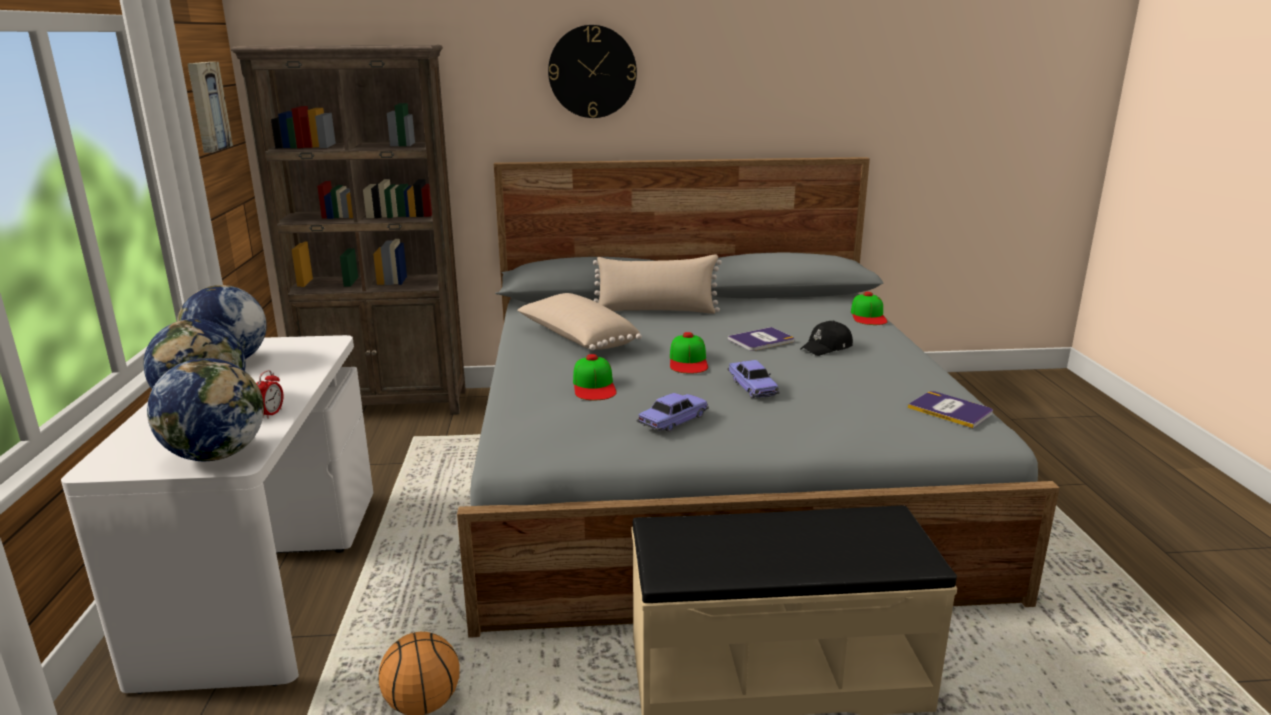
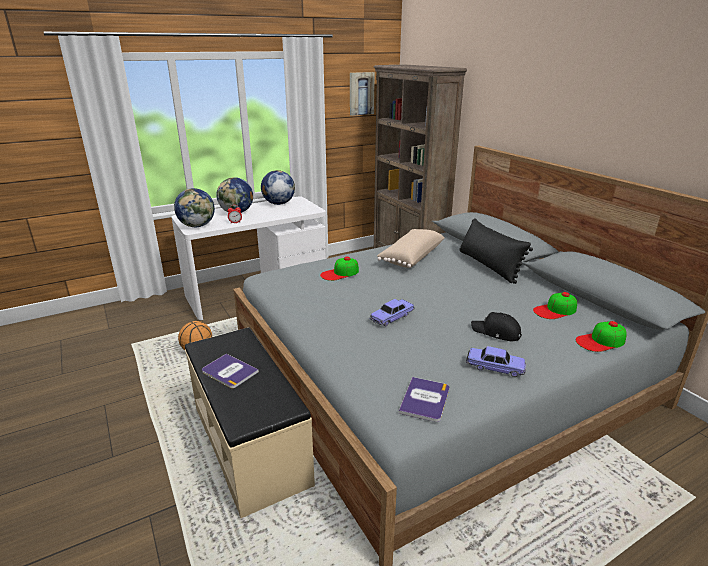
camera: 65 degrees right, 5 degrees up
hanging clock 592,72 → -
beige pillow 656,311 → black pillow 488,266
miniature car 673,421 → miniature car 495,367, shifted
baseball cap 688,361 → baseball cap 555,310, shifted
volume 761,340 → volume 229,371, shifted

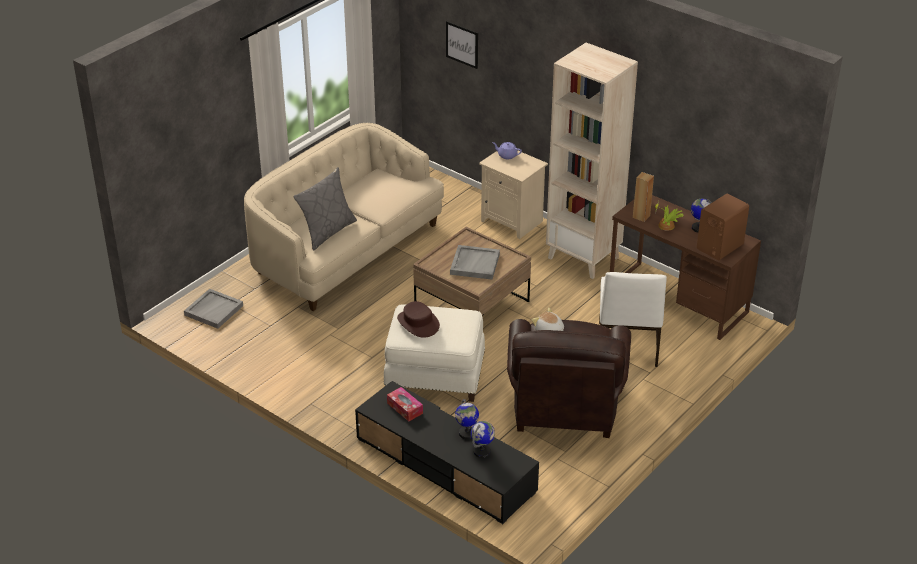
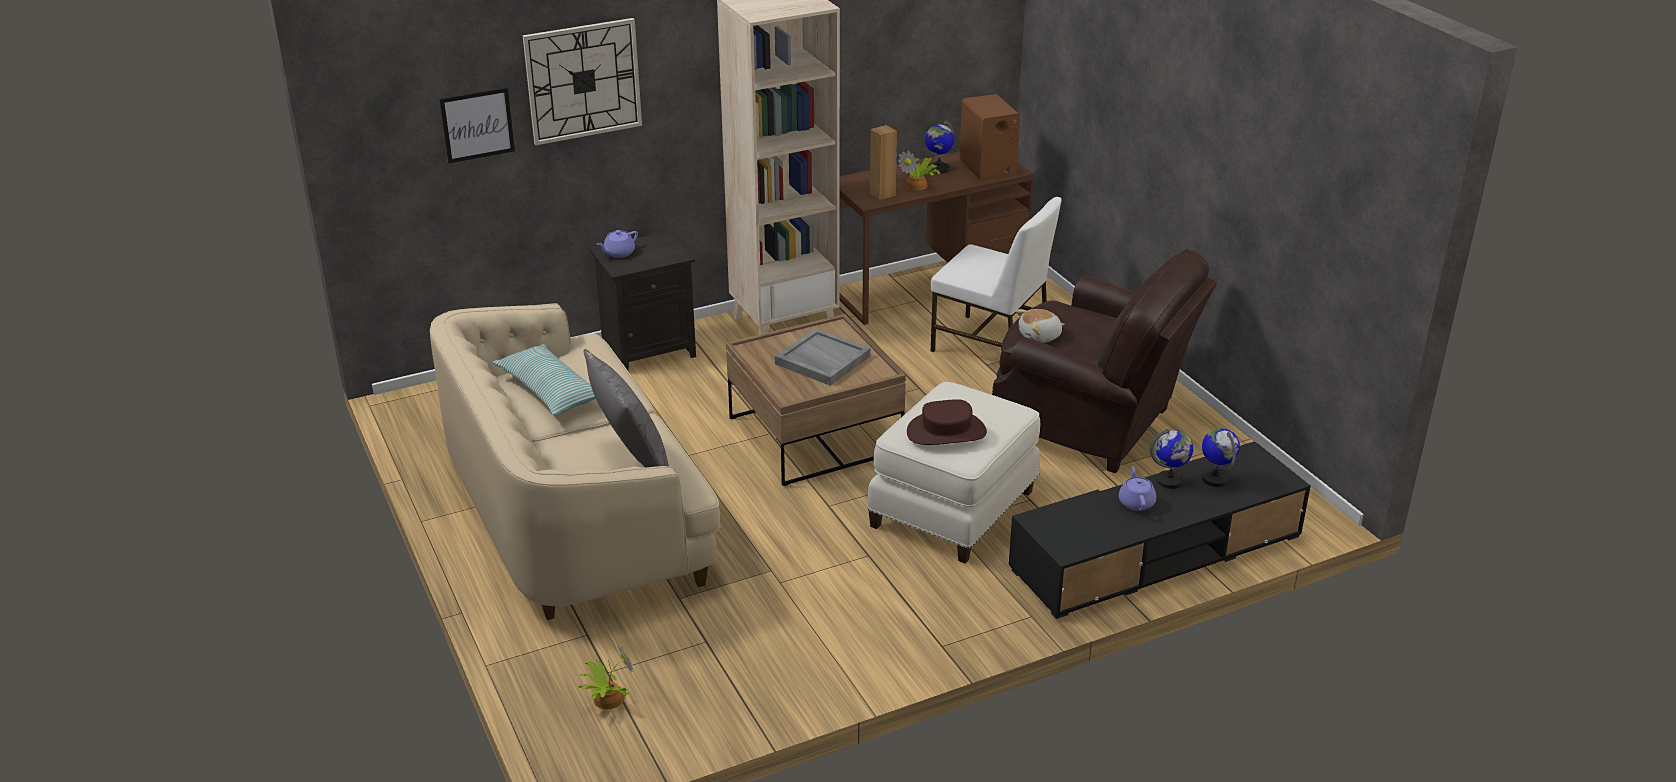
camera: 65 degrees left, 5 degrees down
greyish carrying tray 213,310 → plant in a pot 606,698
tissue box 405,408 → -
beige nightstand 513,221 → black nightstand 649,350
- → pillow 549,391
- → hanging clock 583,81
- → purple-coloured teapot 1136,502

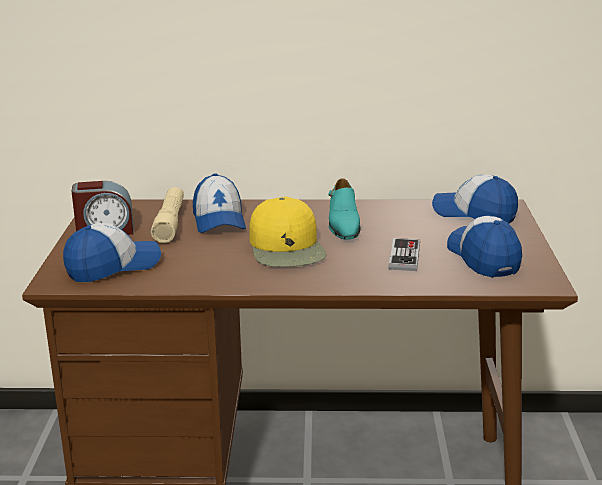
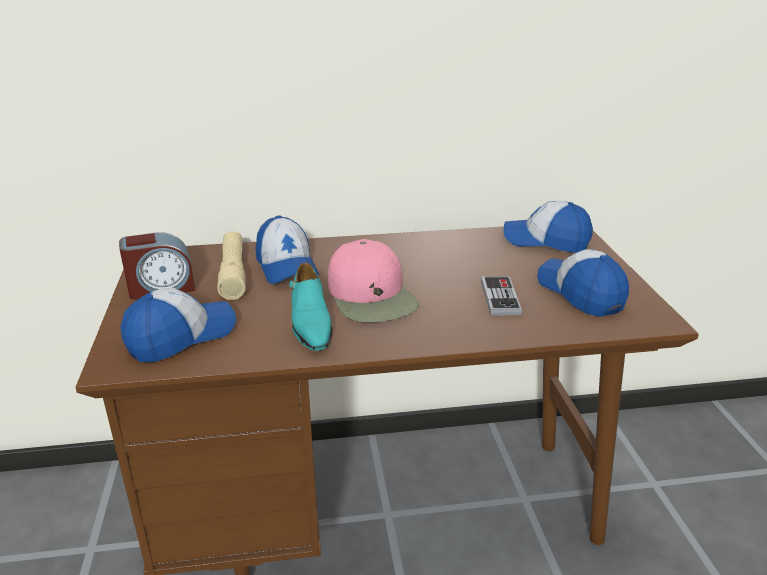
camera: 10 degrees left, 5 degrees up
yellow-coloured baseball cap 287,248 → pink-coloured baseball cap 372,296
turquoise item of footwear 343,225 → turquoise item of footwear 310,324, shifted

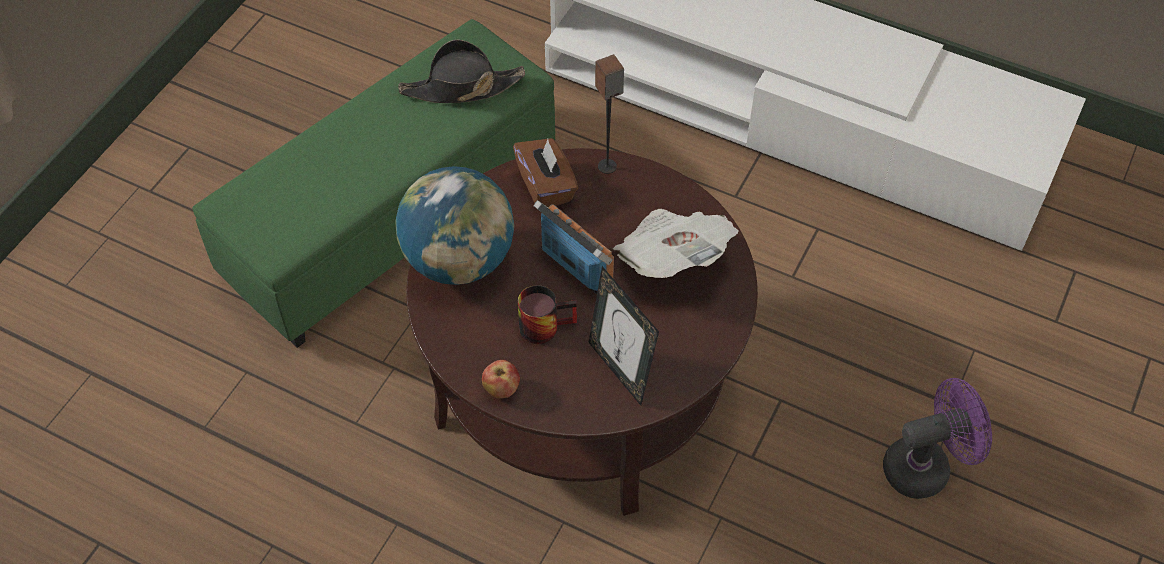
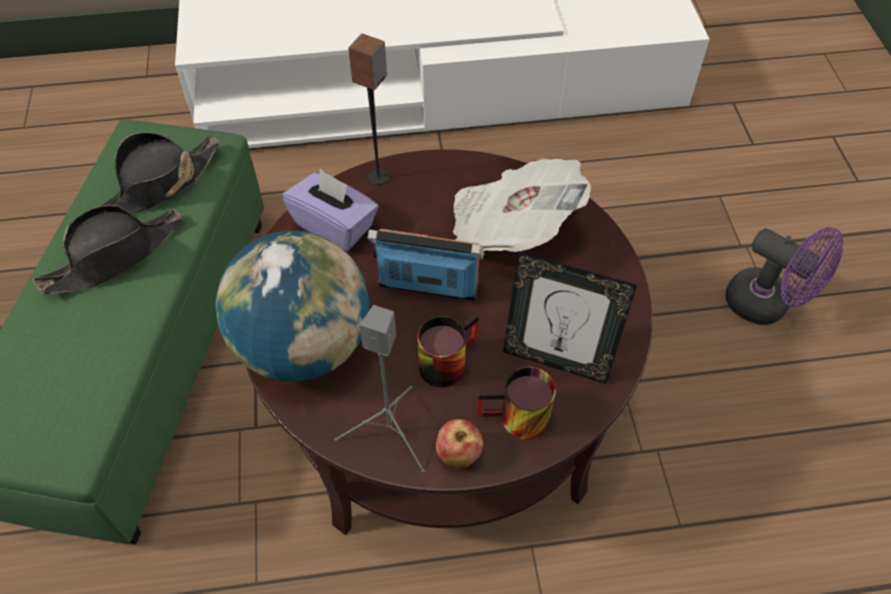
camera: 35 degrees left, 0 degrees up
brown tissue box 546,186 → purple-coloured tissue box 334,225
purple-coloured cooling fan 926,466 → purple-coloured cooling fan 766,305, 90 degrees clockwise
- → black clothing hat 115,256
- → greyish loudspeaker 391,432
- → mug 516,421

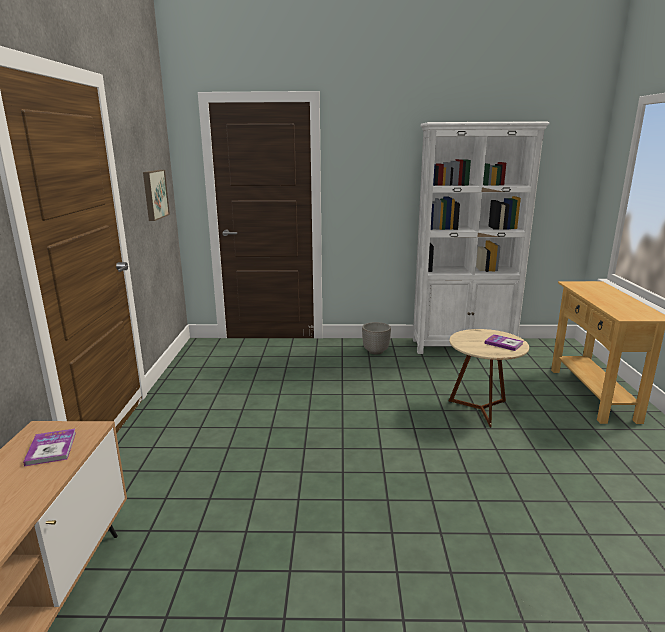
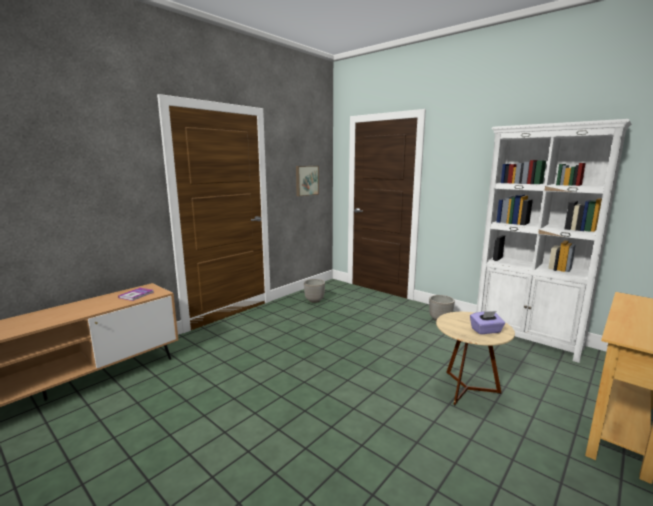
camera: 40 degrees right, 5 degrees down
volume 503,343 → purple-coloured tissue box 486,331
- → planter 314,300

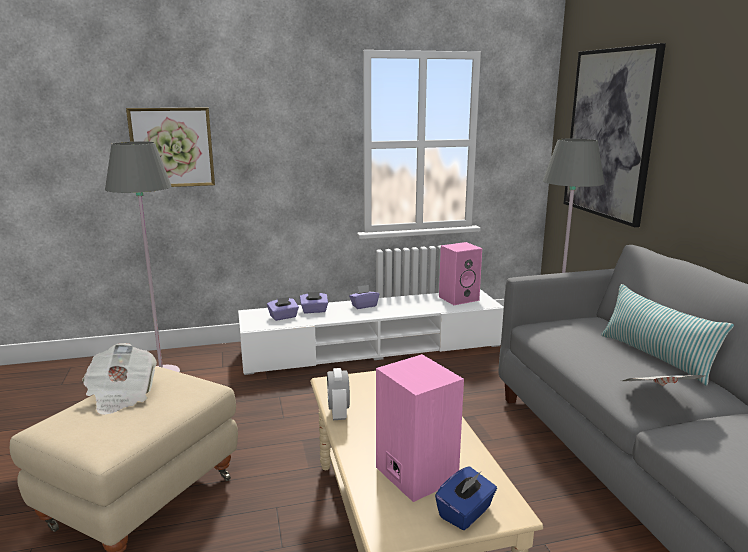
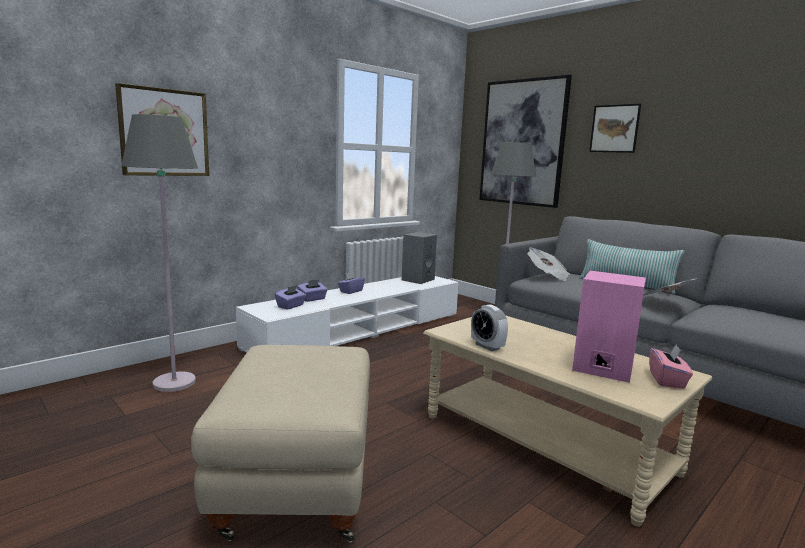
camera: 30 degrees left, 5 degrees down
printed paper 121,395 → printed paper 547,276, shifted
blue tissue box 465,513 → pink-coloured tissue box 667,380
pink-coloured loudspeaker 459,298 → greyish loudspeaker 418,279
- → wall picture 614,128

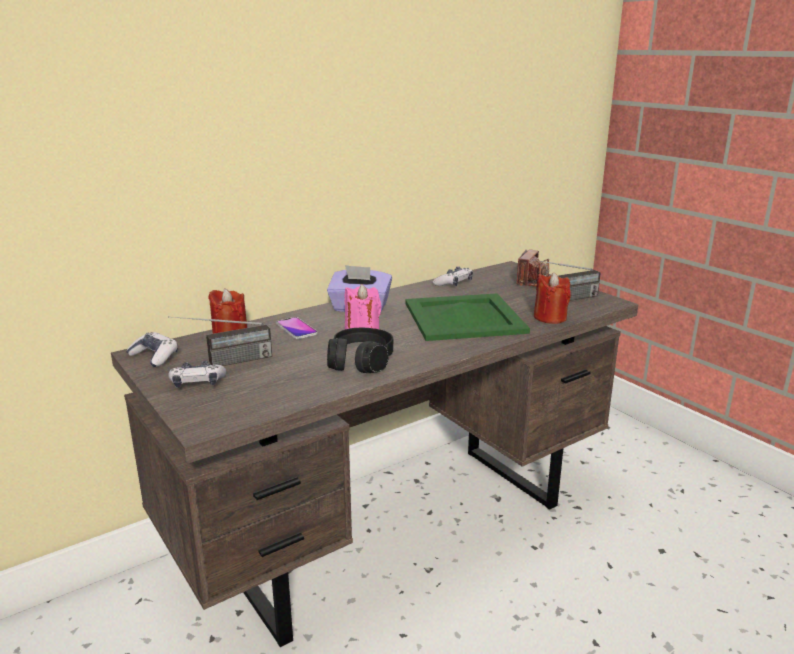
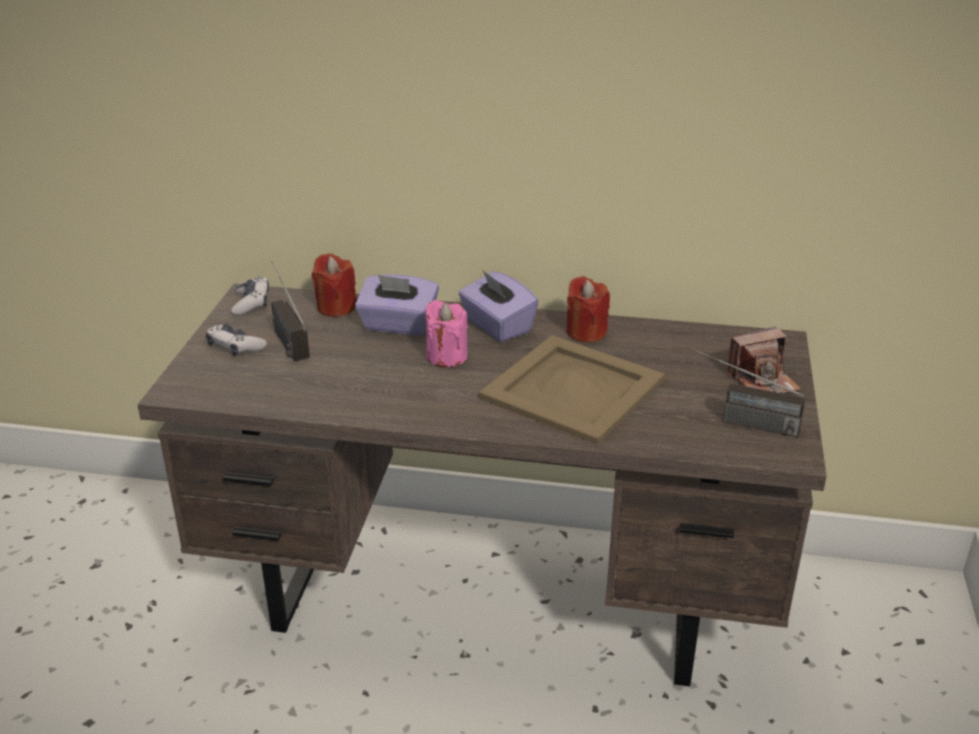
camera: 45 degrees right, 10 degrees up
radio set 225,363 → radio set 284,336, 45 degrees clockwise
handset 296,329 → purple-coloured tissue box 398,325
black pair of headphones 360,362 → -
greenish carrying tray 465,318 → beige carrying tray 573,390
joypad 453,283 → -
reddish candle 550,317 → reddish candle 586,332, shifted

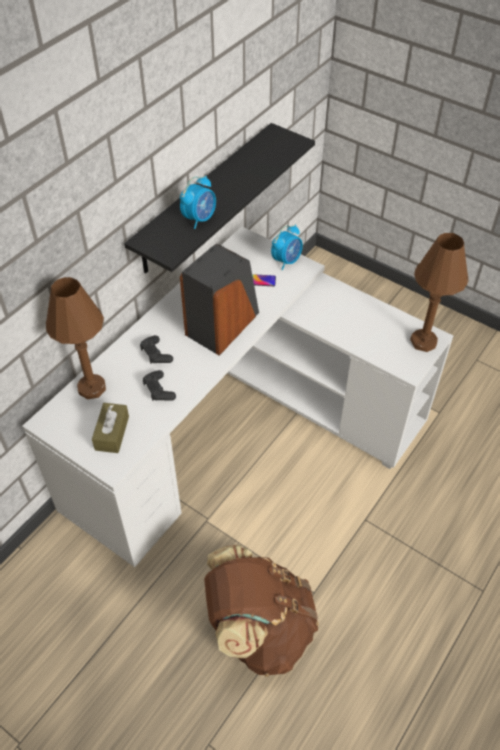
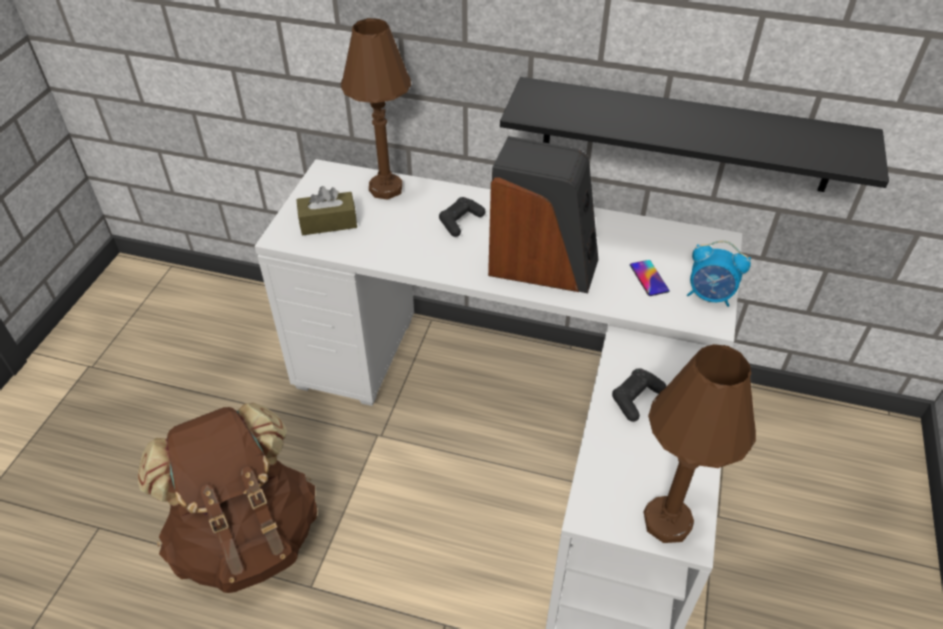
camera: 70 degrees right, 5 degrees down
black joypad 159,390 → black joypad 636,398, shifted
table clock 199,218 → -

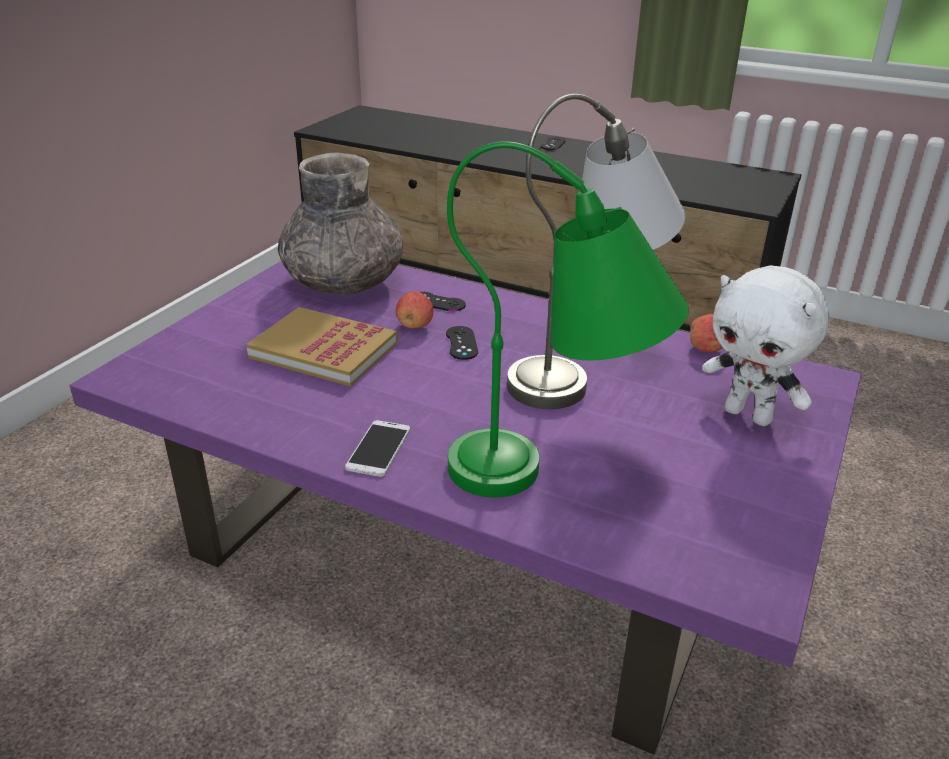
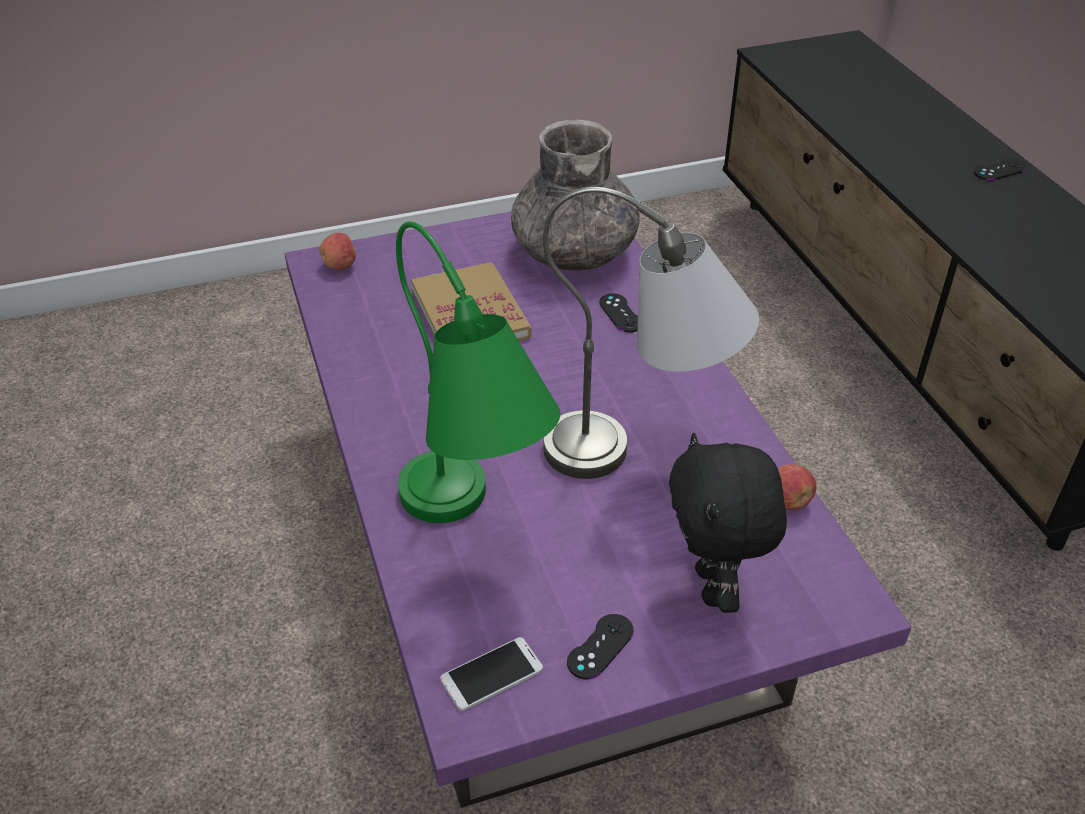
camera: 45 degrees right, 10 degrees up
handset 378,449 → handset 491,674, shifted
whole apple 415,325 → whole apple 340,265, shifted
black joypad 461,343 → black joypad 600,646, shifted
white-coloured plush toy 749,415 → black plush toy 714,587

